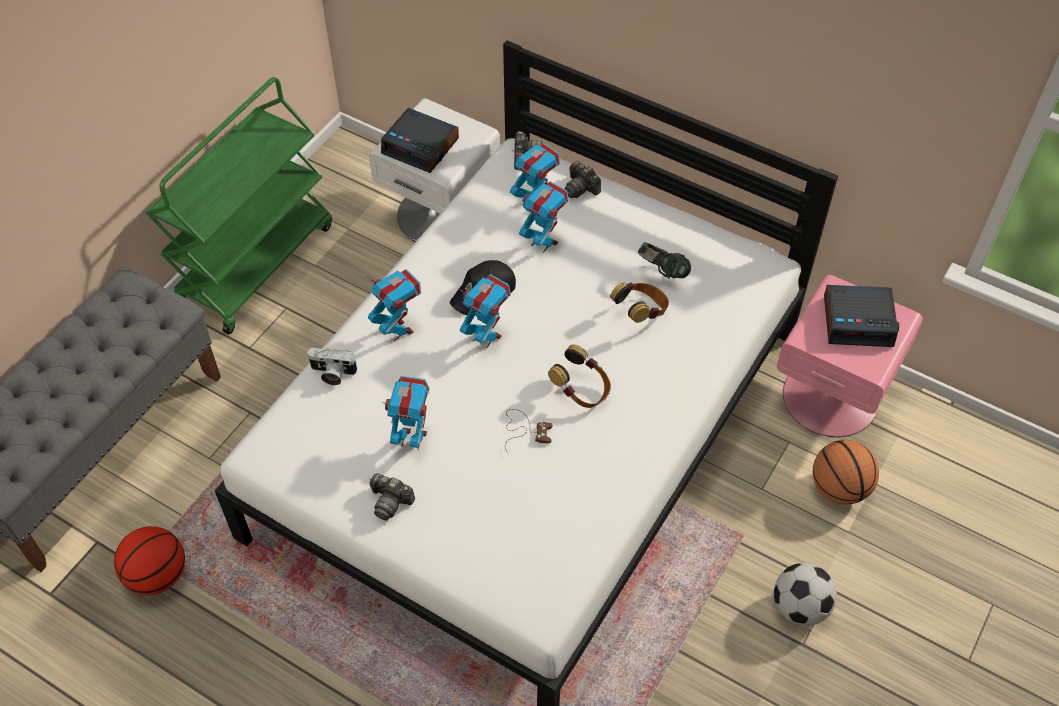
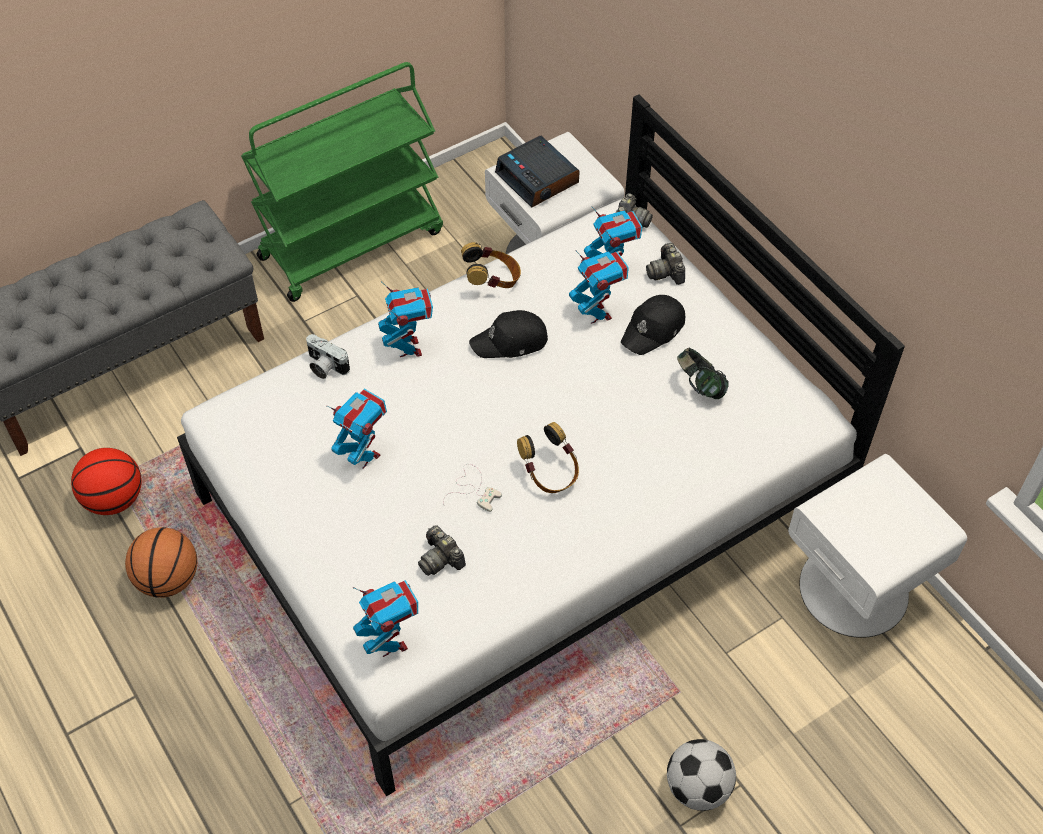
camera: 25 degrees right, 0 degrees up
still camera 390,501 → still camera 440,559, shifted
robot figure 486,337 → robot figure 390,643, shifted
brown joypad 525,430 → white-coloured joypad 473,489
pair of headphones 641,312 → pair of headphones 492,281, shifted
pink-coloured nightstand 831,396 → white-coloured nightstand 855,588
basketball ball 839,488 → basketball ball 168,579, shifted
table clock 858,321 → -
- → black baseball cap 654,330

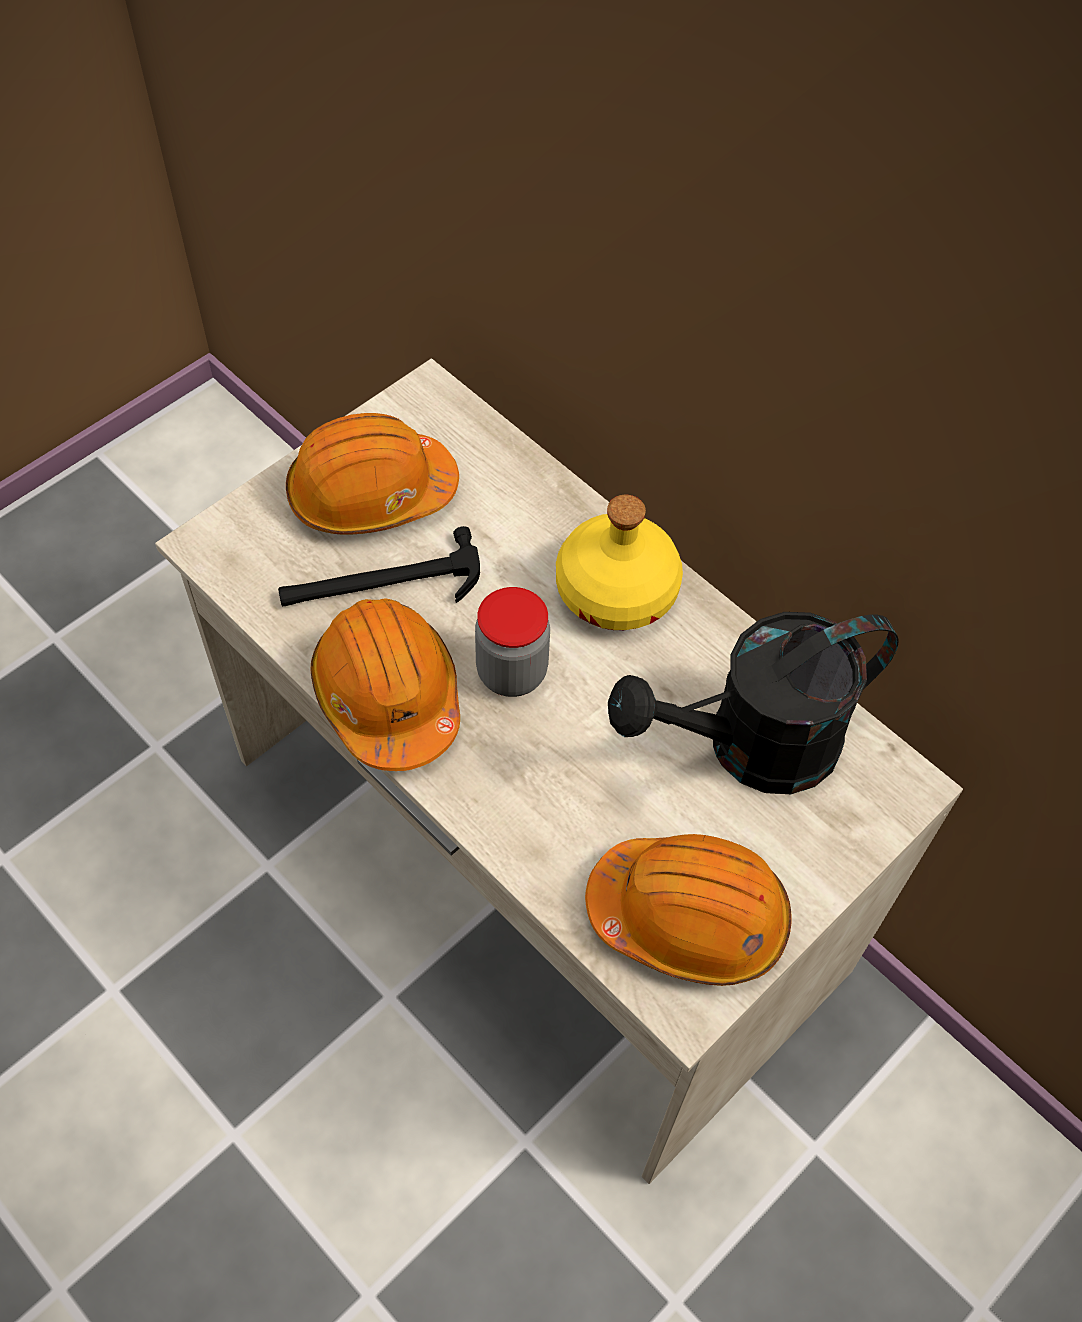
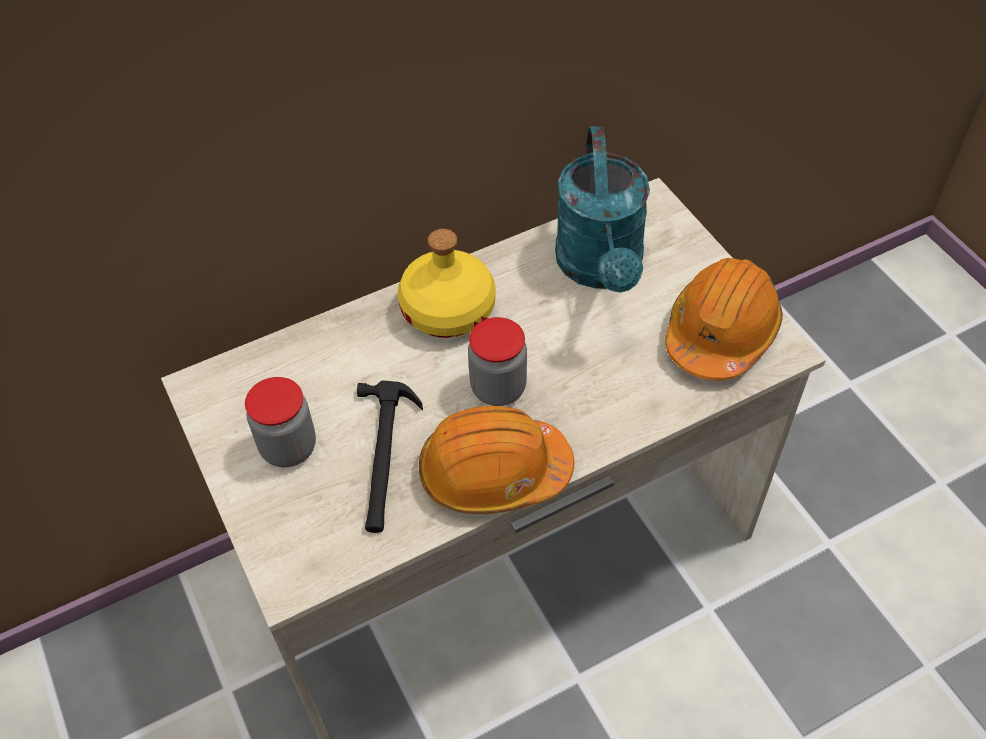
camera: 70 degrees left, 5 degrees down
orange hard hat 371,494 → jar 288,447
black watering pot 751,747 → turquoise watering pot 601,269

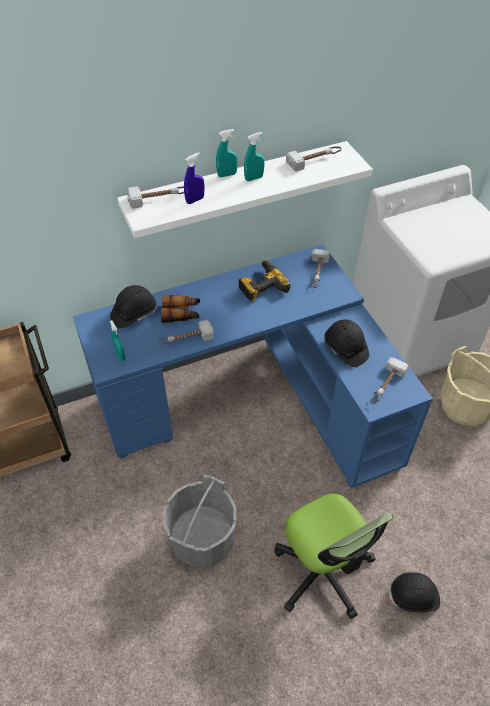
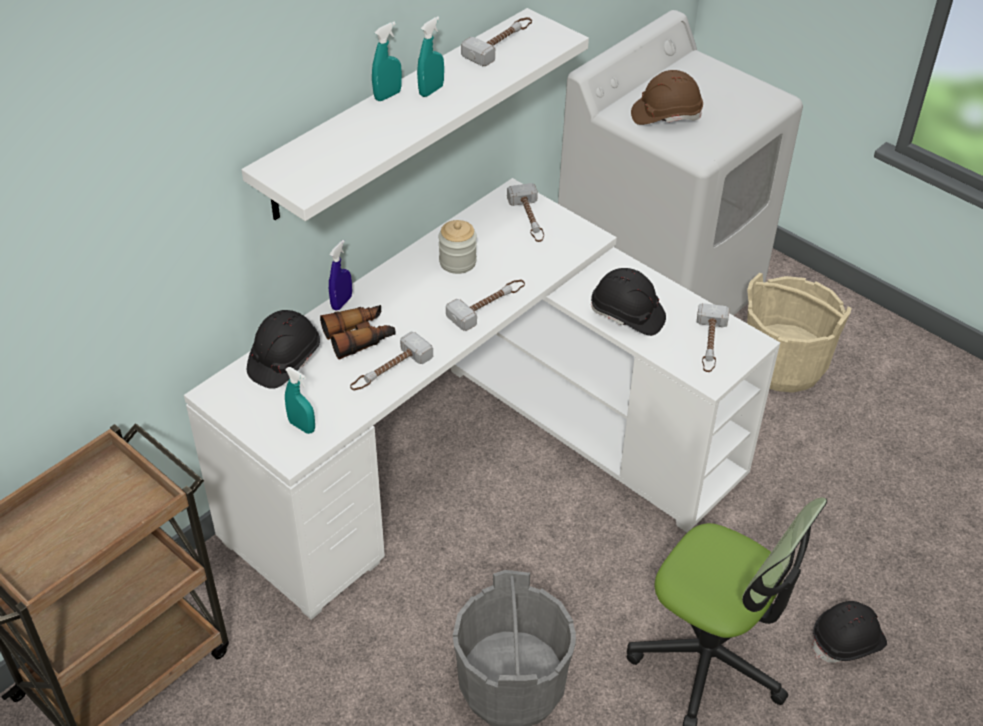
camera: 25 degrees left, 5 degrees down
blue desk 256,400 → white-coloured desk 480,458
tool hammer 159,198 → tool hammer 488,306, shifted
blue hand sprayer 195,200 → blue hand sprayer 341,302, shifted
electric drill 261,286 → jar 457,262
- → brown hard hat 666,115

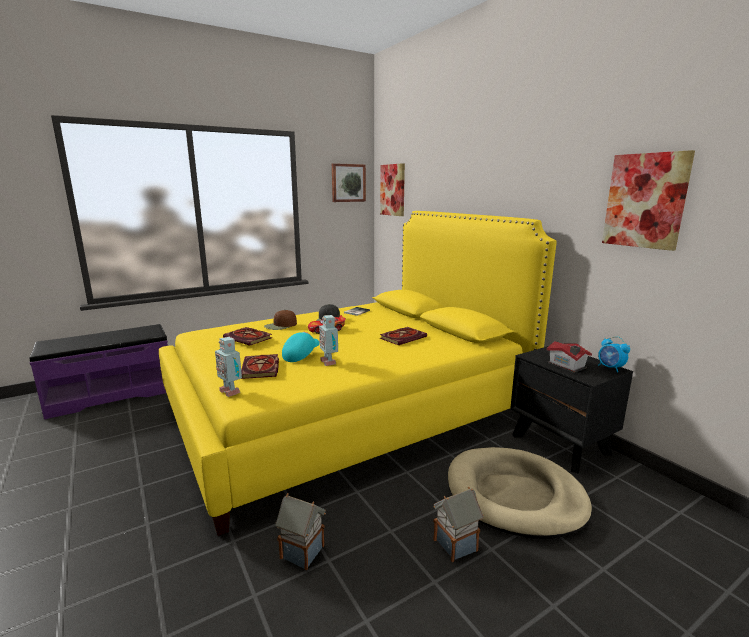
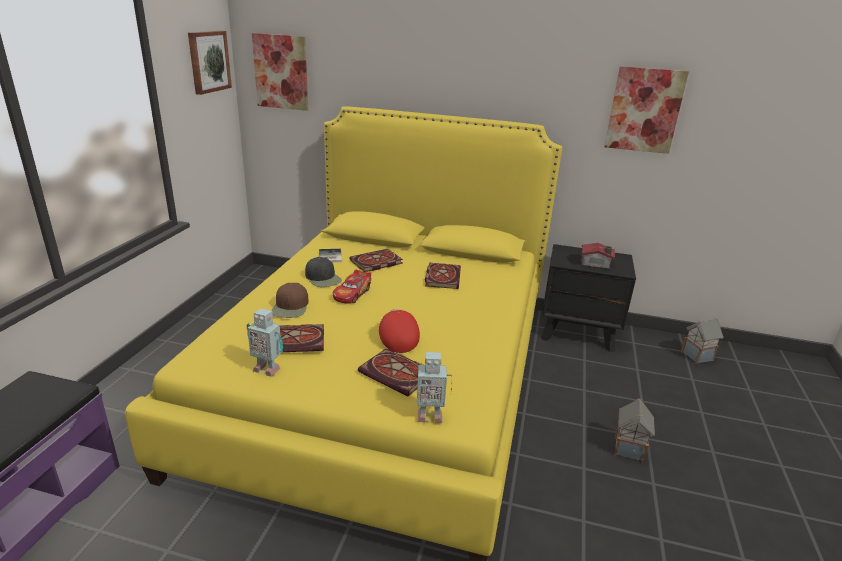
camera: 45 degrees left, 10 degrees up
toy house 303,552 → toy house 697,356, shifted
turquoise baseball cap 301,355 → reddish baseball cap 397,339
robot figure 329,362 → robot figure 267,368, shifted
beige dog bed 515,495 → -
table clock 610,368 → -
- → volume 375,263

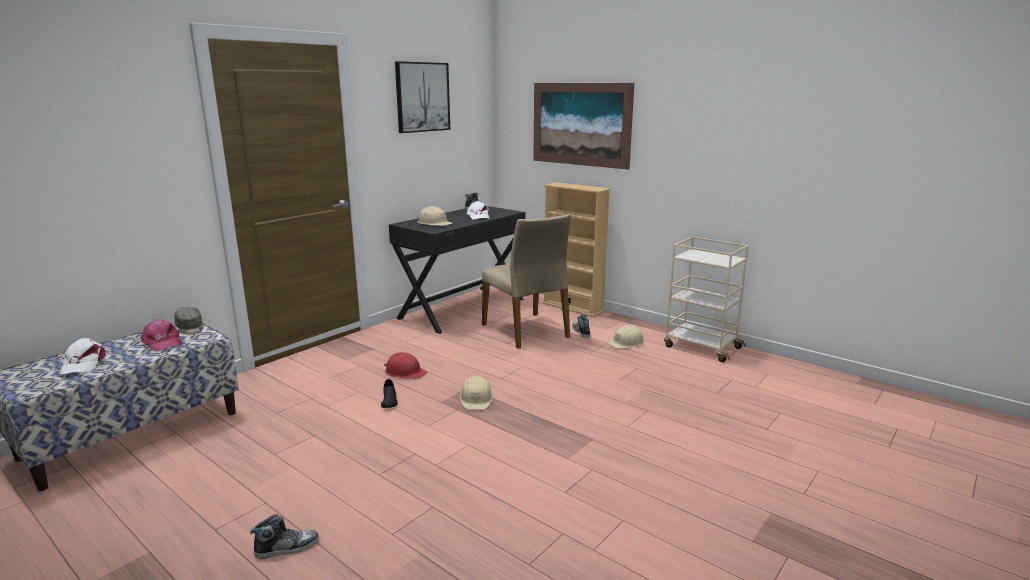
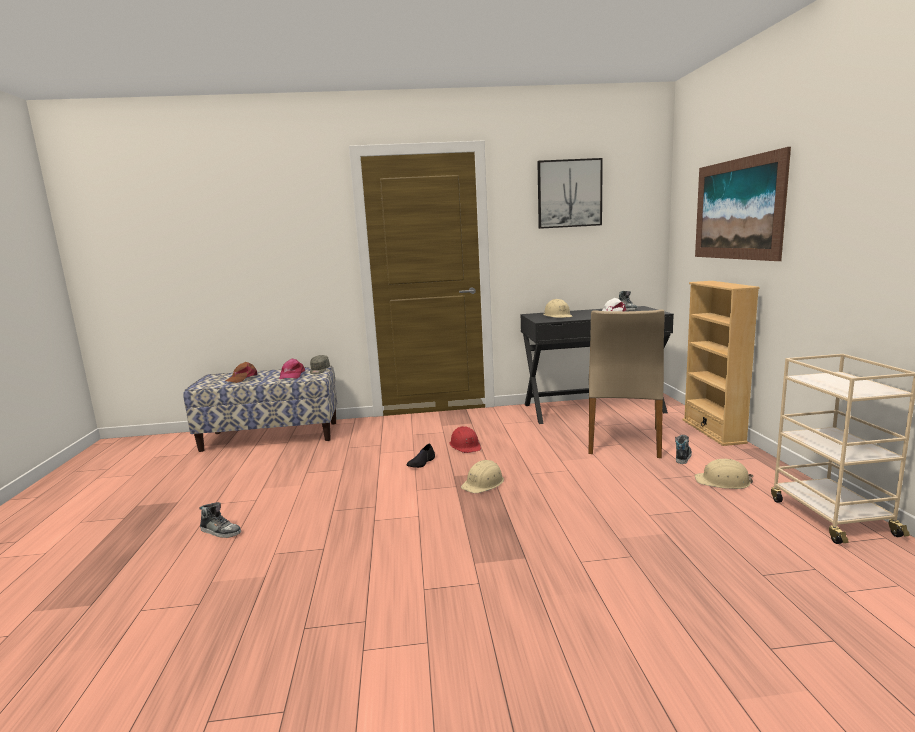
camera: 45 degrees right, 5 degrees down
white-coloured baseball cap 83,364 → brown baseball cap 242,378

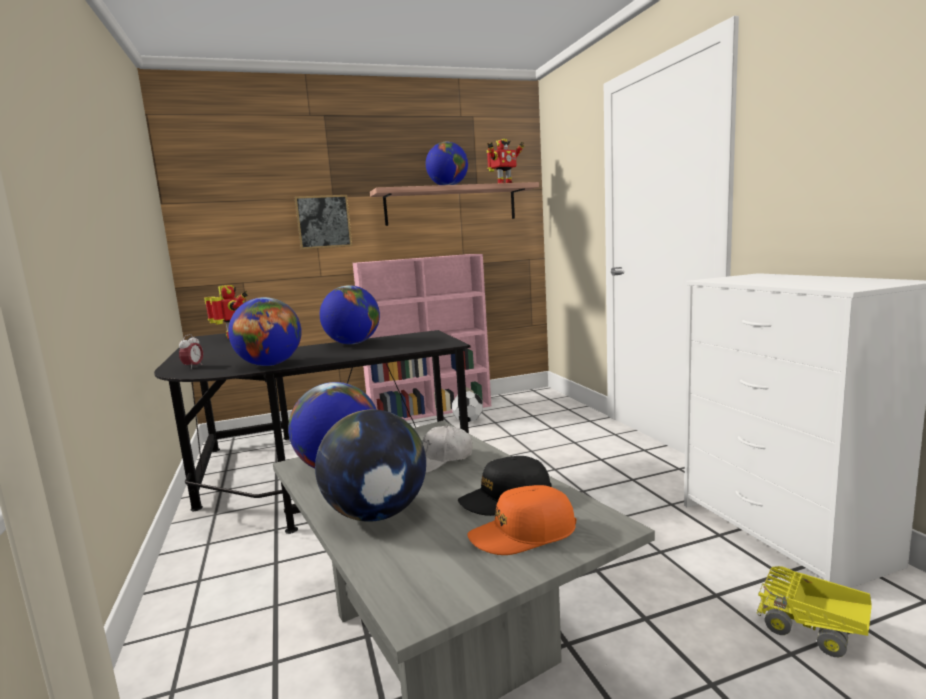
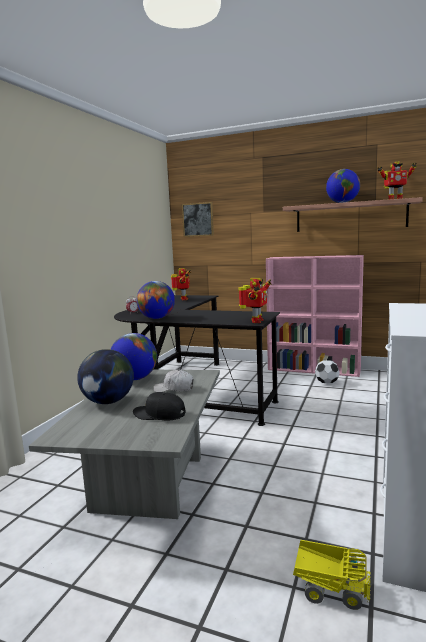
camera: 40 degrees right, 0 degrees up
wall picture 323,222 → wall picture 198,219, shifted
world globe 353,343 → -
orange baseball cap 523,534 → -
model truck 813,632 → model truck 329,588, 120 degrees clockwise
- → robot figure 256,321

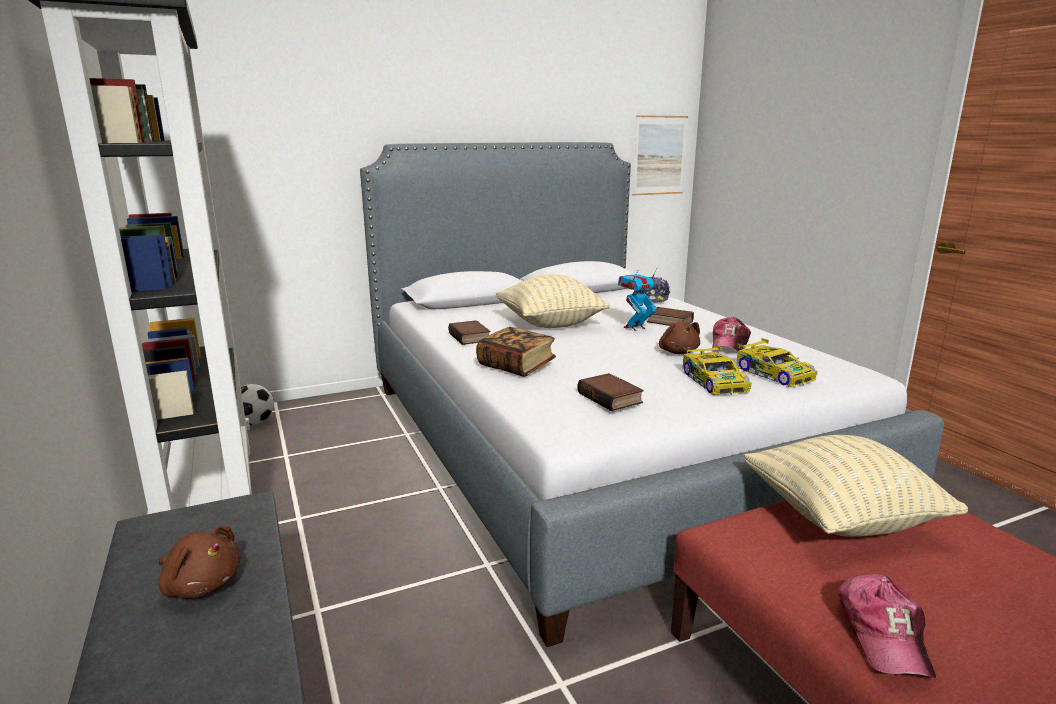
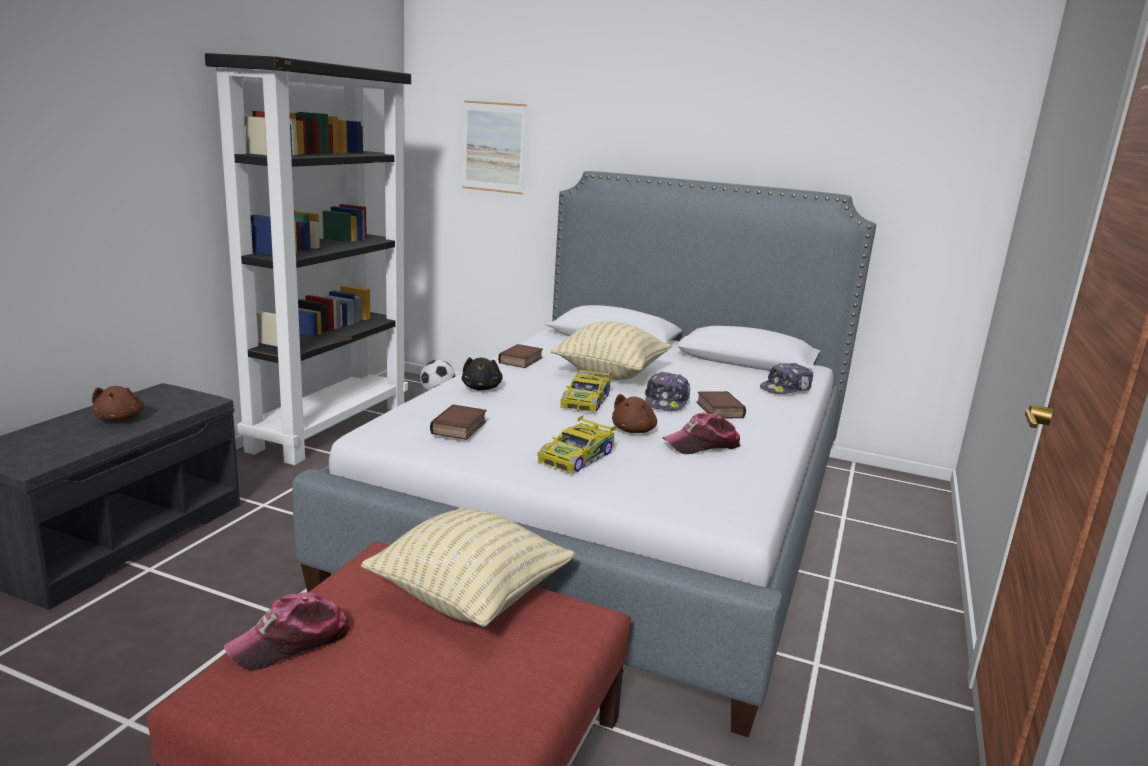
camera: 45 degrees right, 0 degrees up
volume 516,366 → black plush toy 481,388
robot figure 635,328 → baseball cap 666,401
wall picture 659,155 → wall picture 493,147, shifted
miniature car 773,373 → miniature car 586,400, shifted

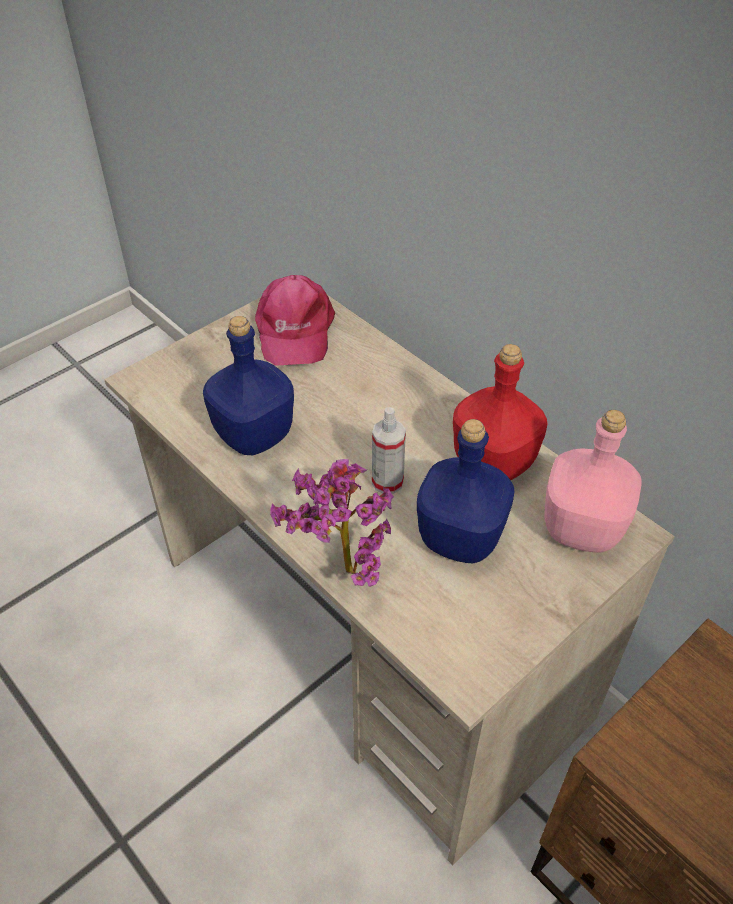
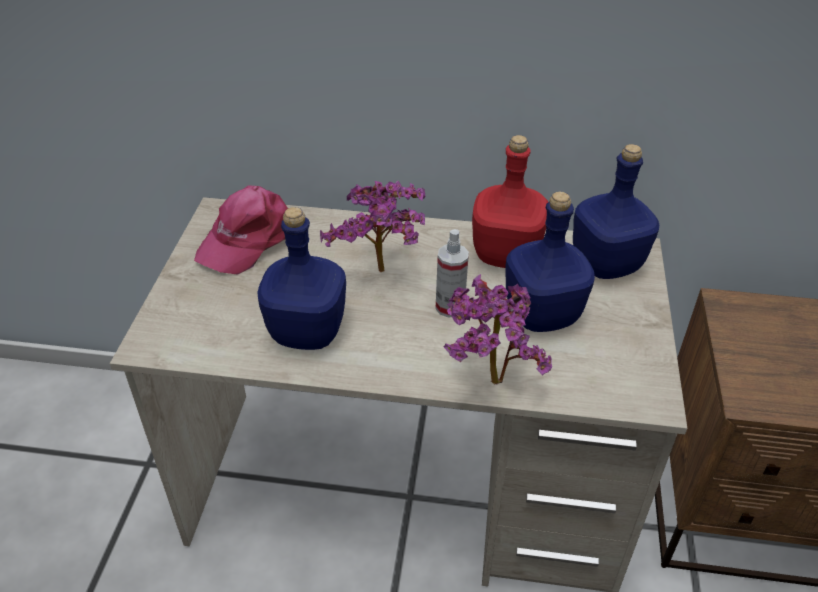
camera: 40 degrees left, 5 degrees down
pink-coloured baseball cap 294,330 → pink-coloured baseball cap 247,239, 75 degrees clockwise
pink-coloured drink bottle 581,530 → blue drink bottle 607,265
- → plant in a pot 383,275

